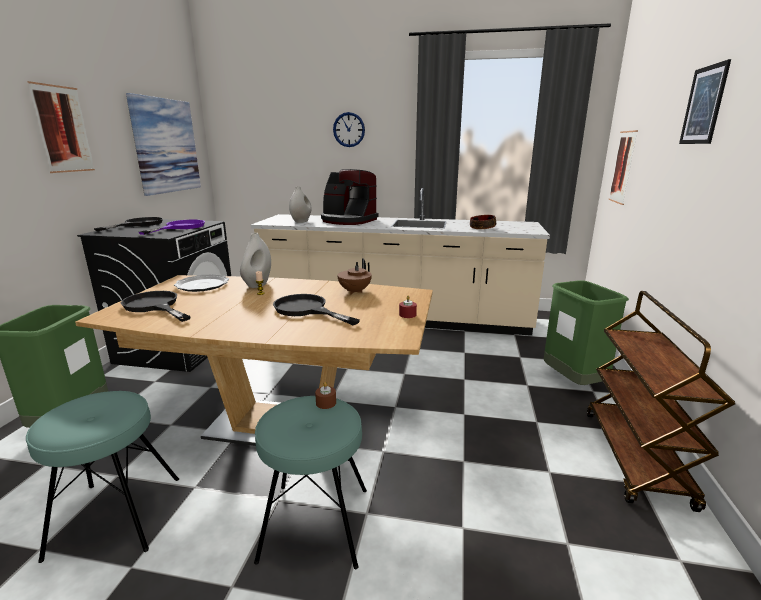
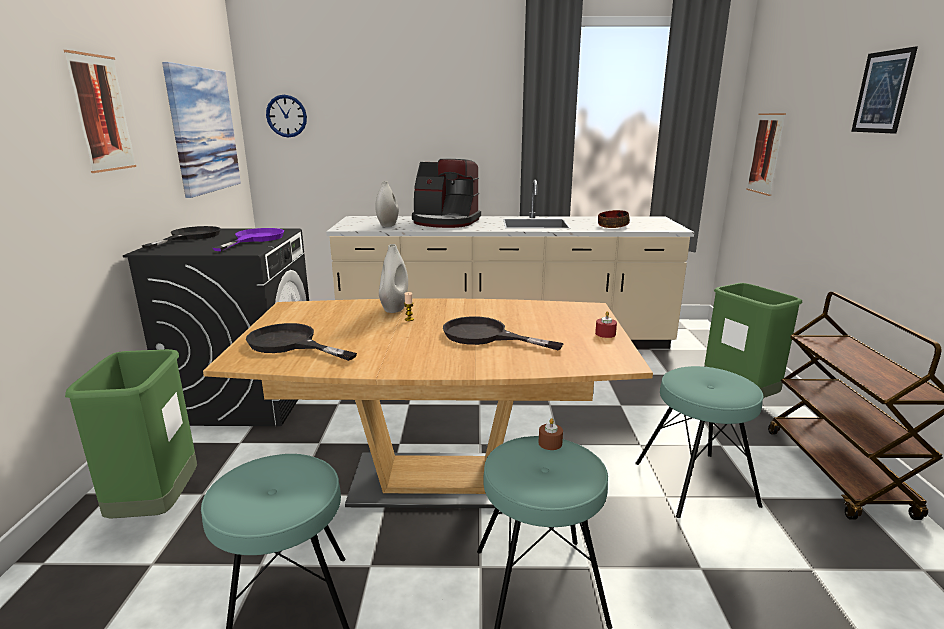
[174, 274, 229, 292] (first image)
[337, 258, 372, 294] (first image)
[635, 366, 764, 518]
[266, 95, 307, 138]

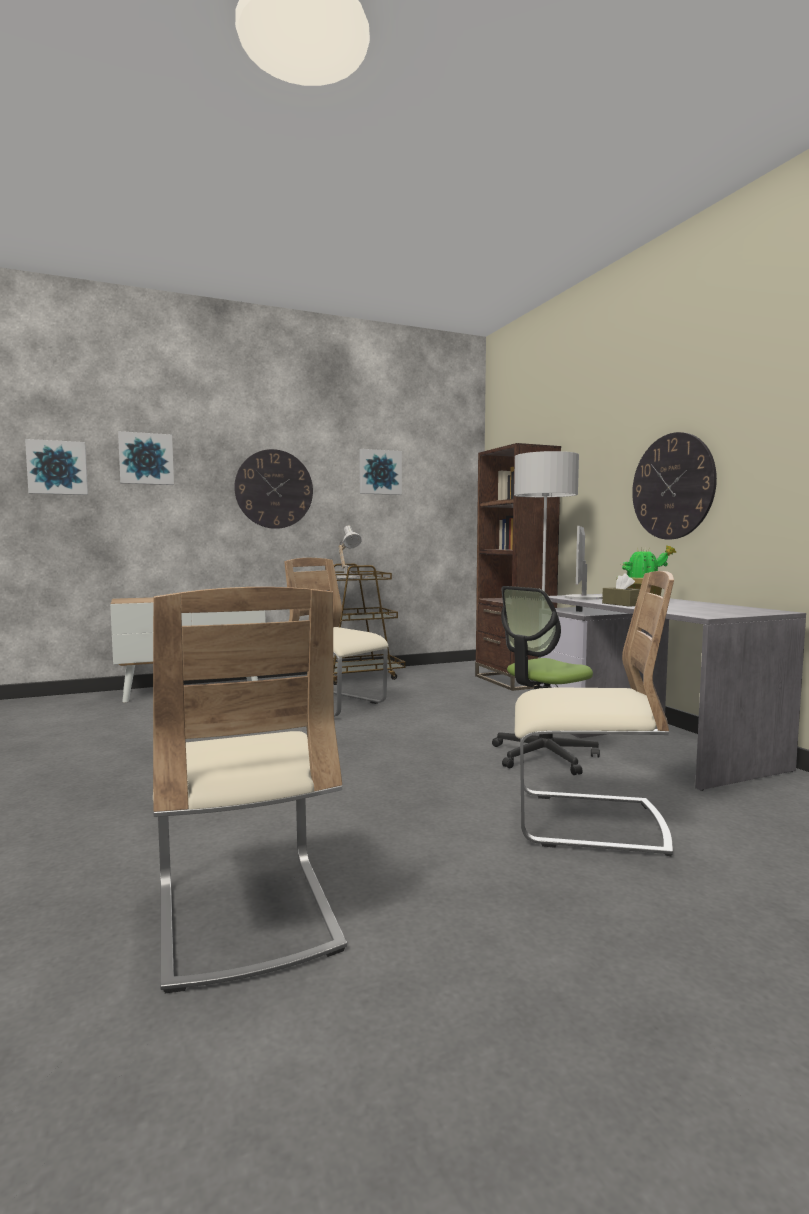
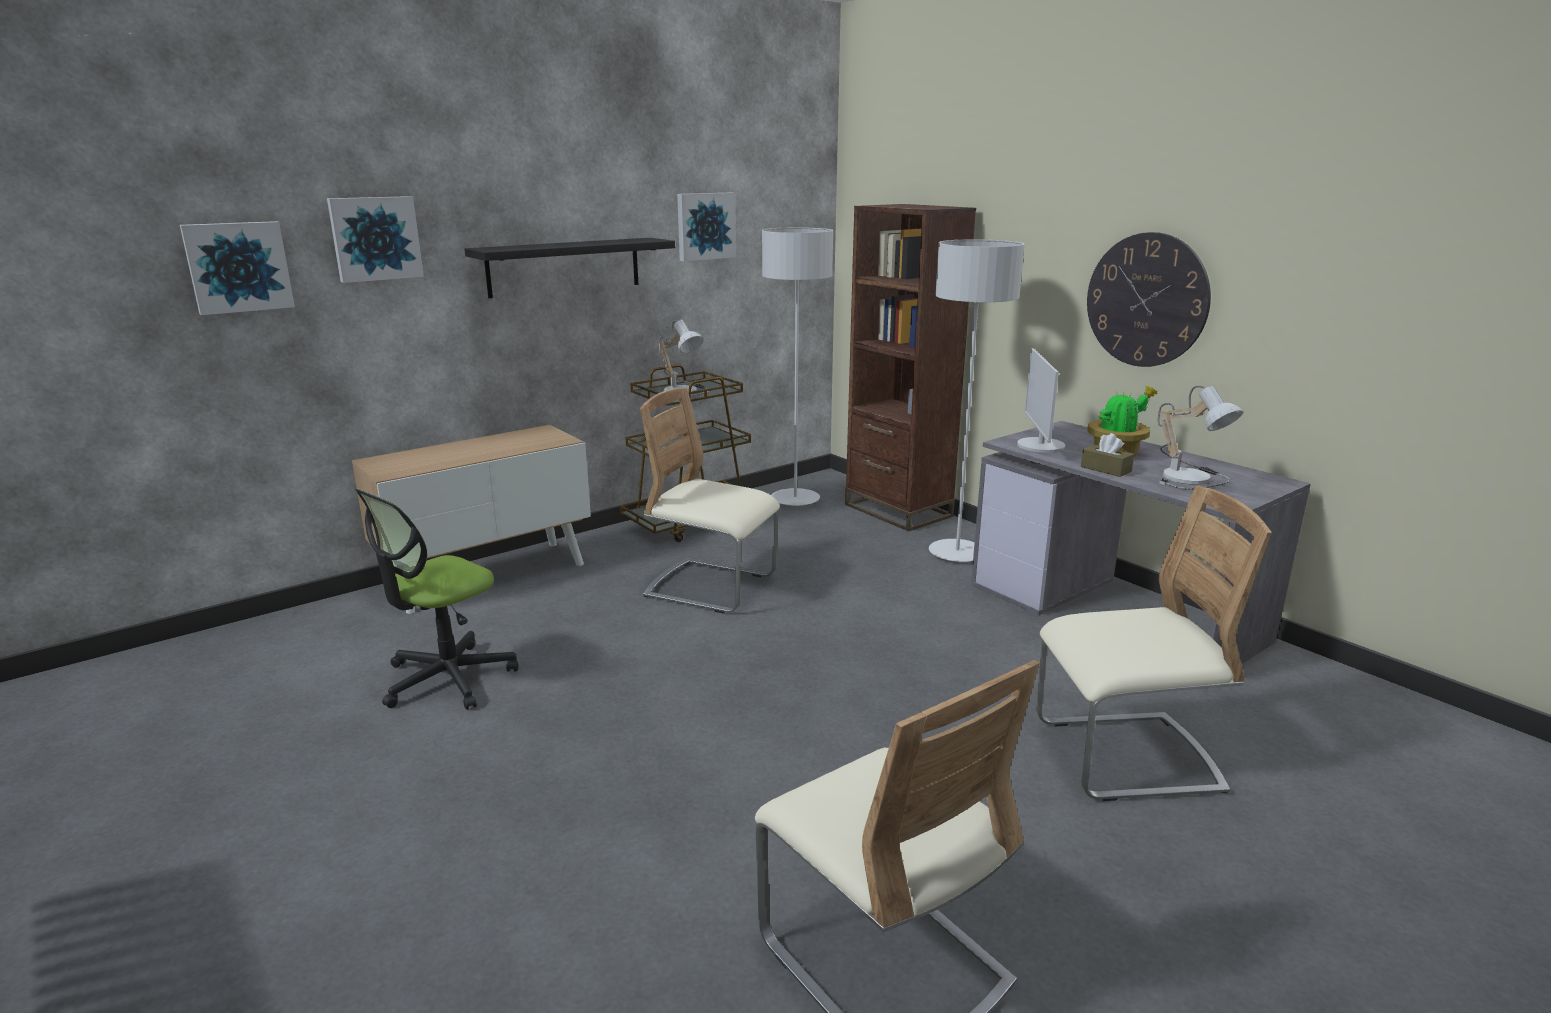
[762, 227, 833, 506]
[1158, 385, 1243, 490]
[355, 488, 519, 710]
[464, 238, 675, 298]

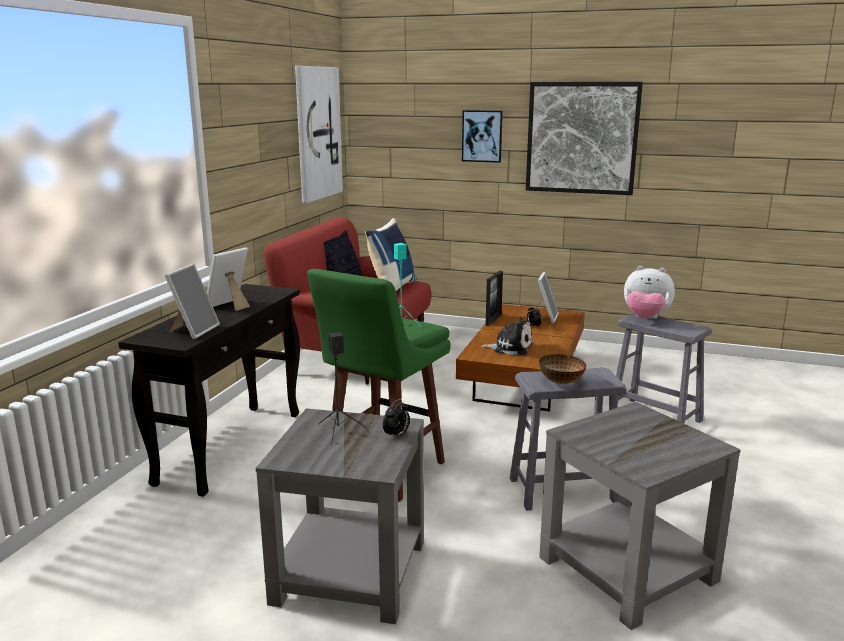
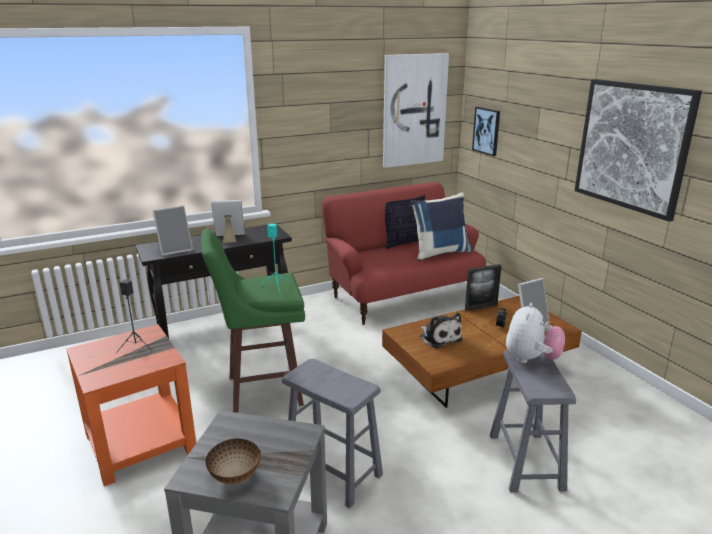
[383, 399, 410, 440] (first image)
[472, 107, 500, 156]
[206, 438, 261, 484]
[66, 324, 196, 486]
[506, 303, 565, 363]

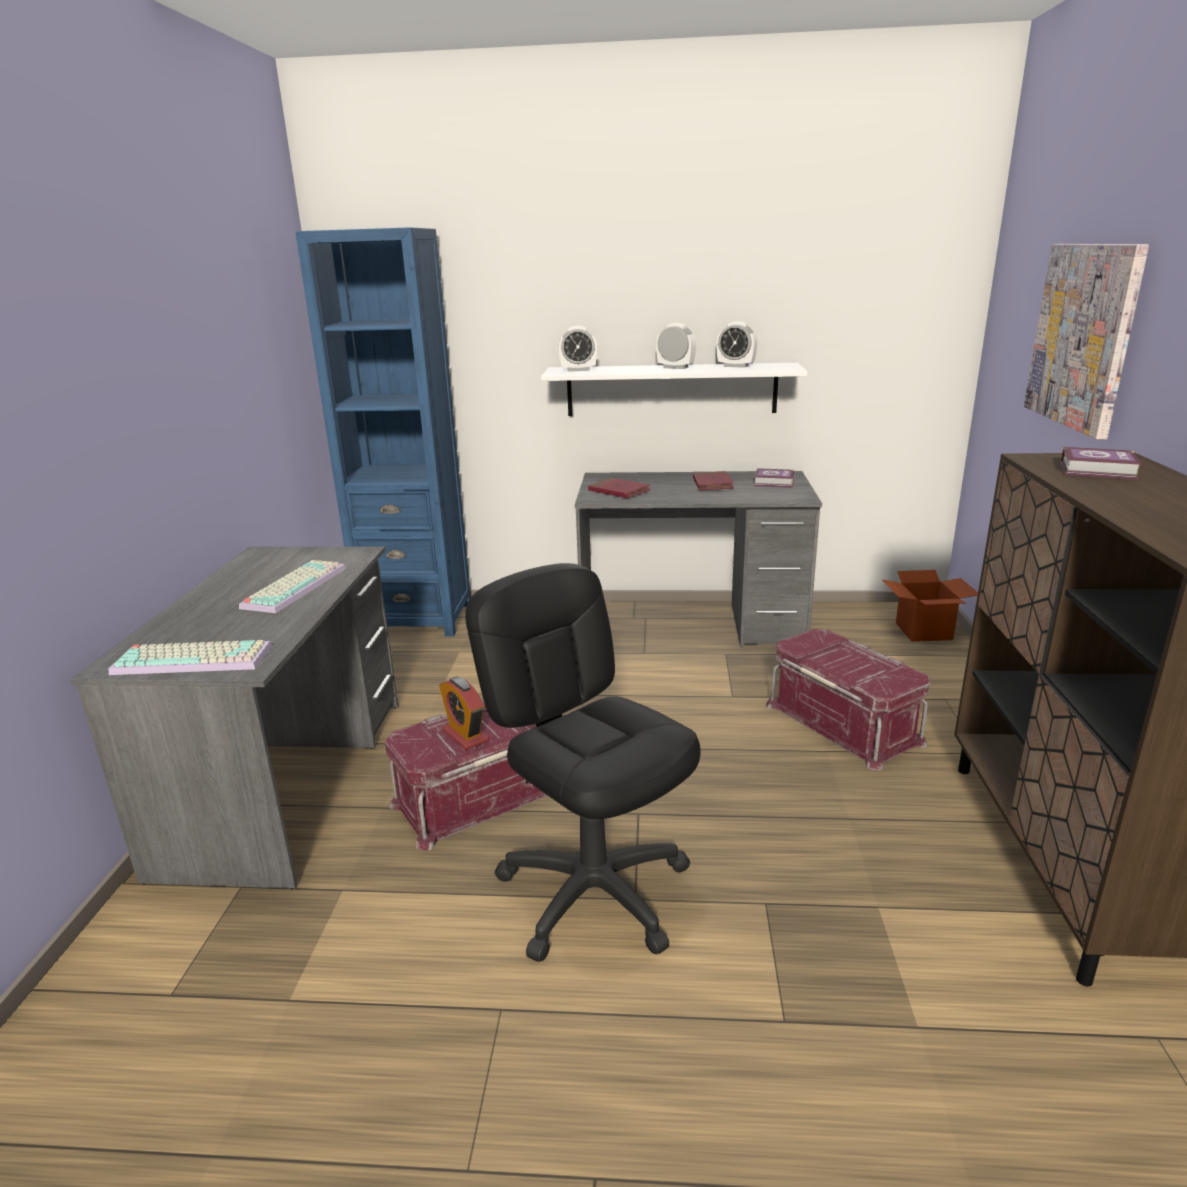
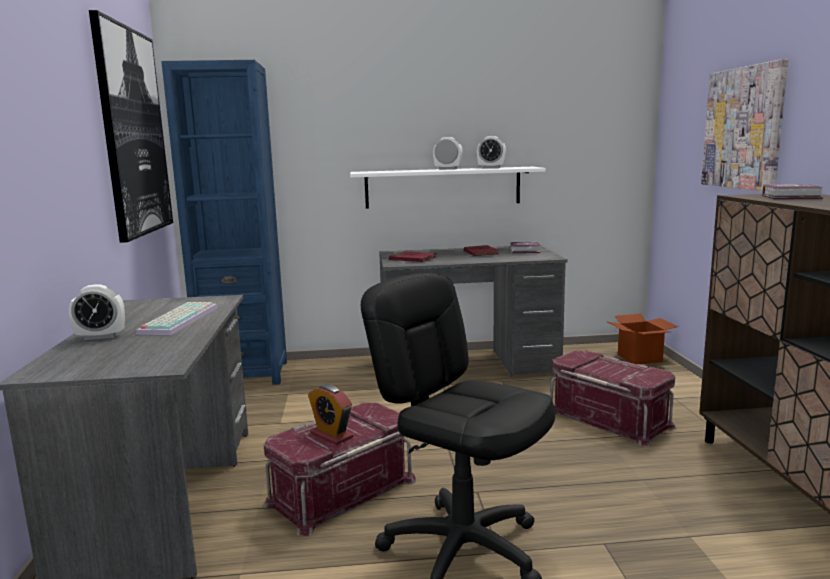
[109, 640, 272, 675] (first image)
[89, 10, 173, 243]
[69, 285, 125, 340]

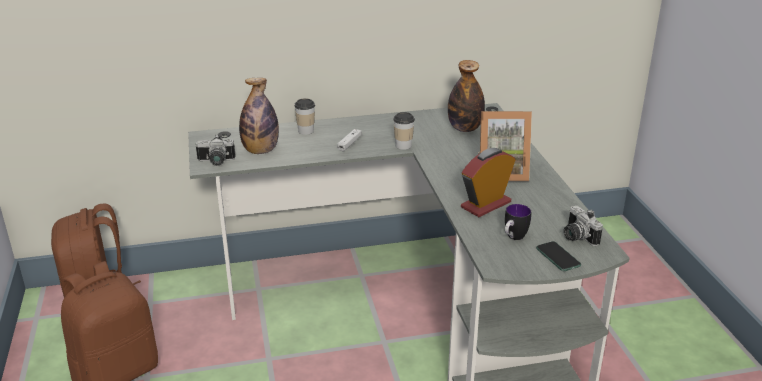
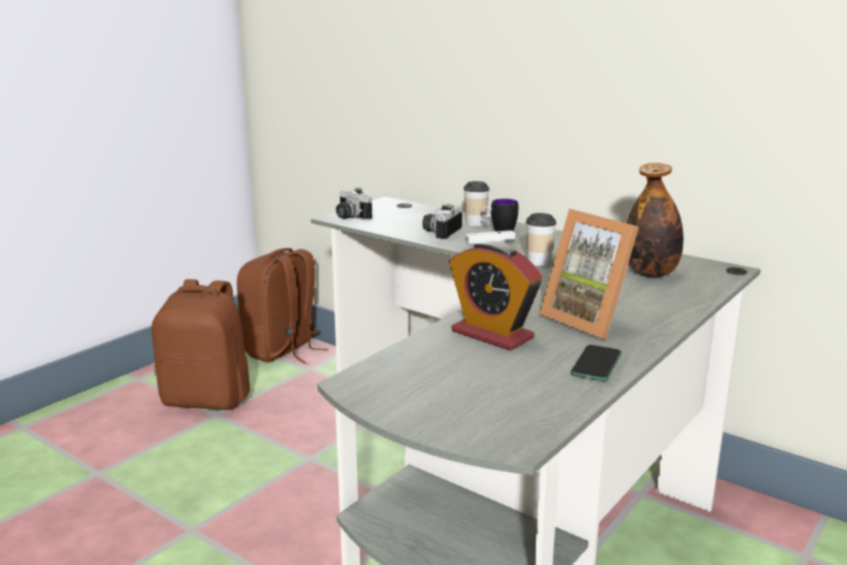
[239, 78, 279, 154] (first image)
[481, 199, 518, 231]
[571, 345, 621, 381]
[422, 204, 462, 240]
[449, 241, 542, 351]

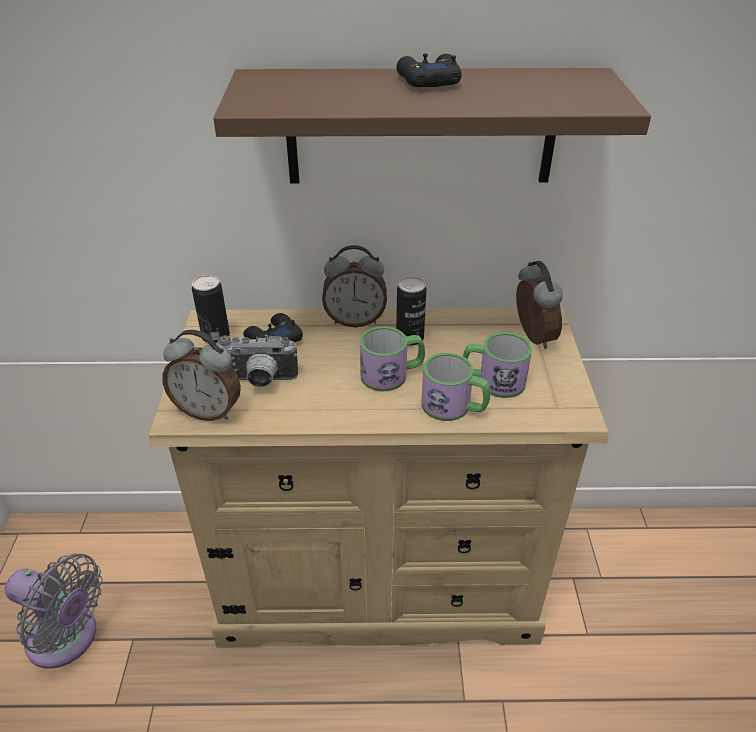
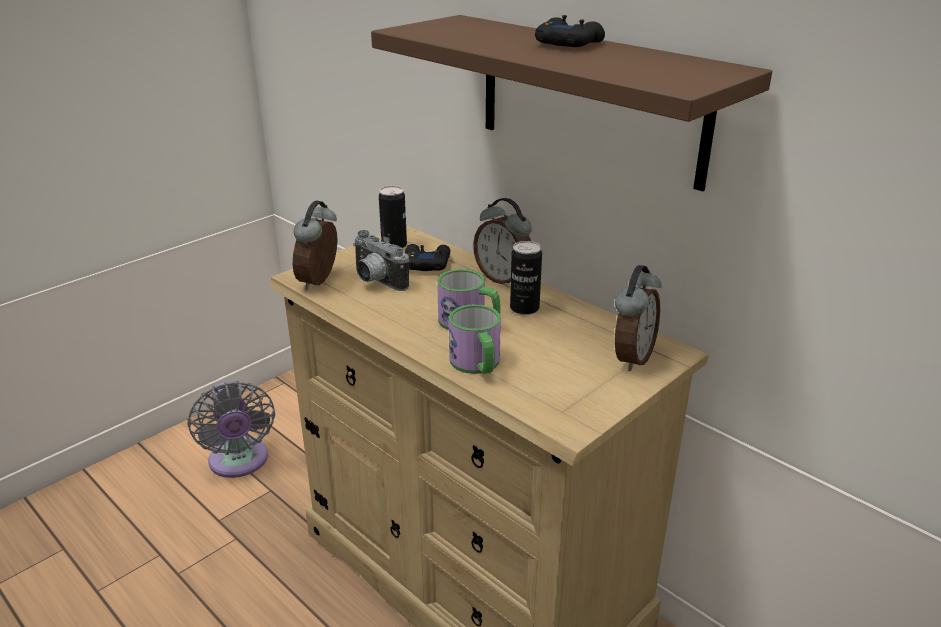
[463, 332, 532, 398] (first image)
[293, 200, 338, 290]

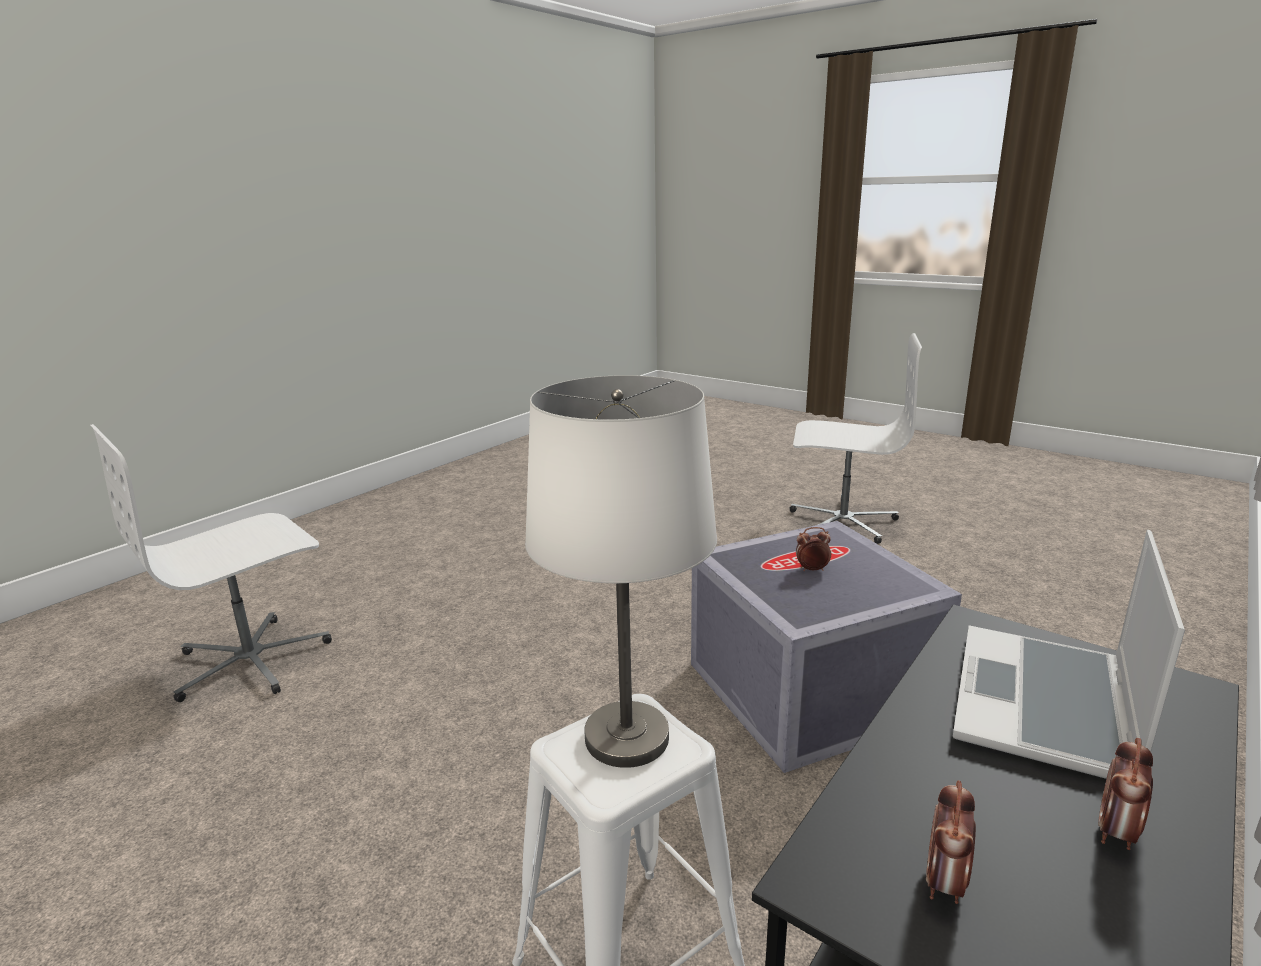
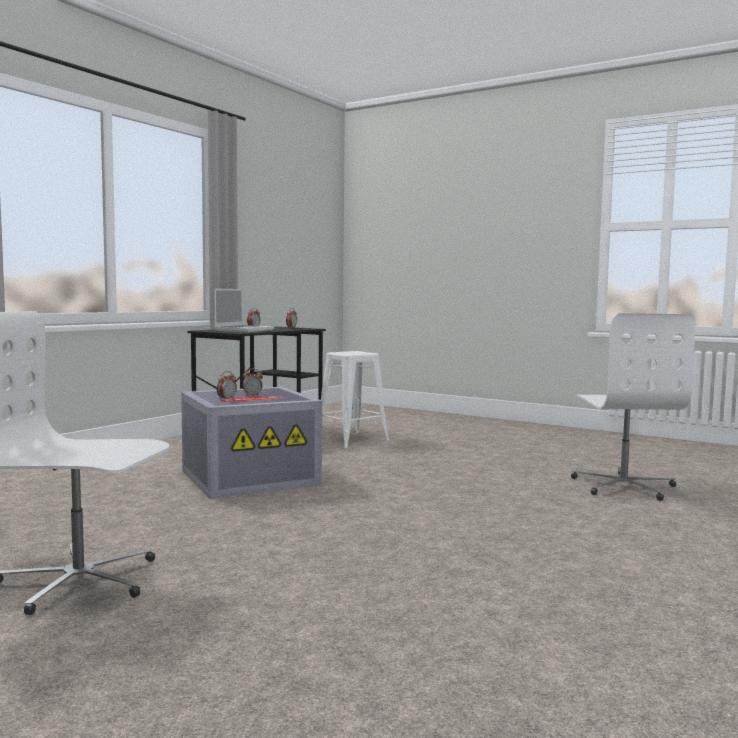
[525, 375, 717, 768] (first image)
[217, 371, 237, 400]
[571, 313, 695, 501]

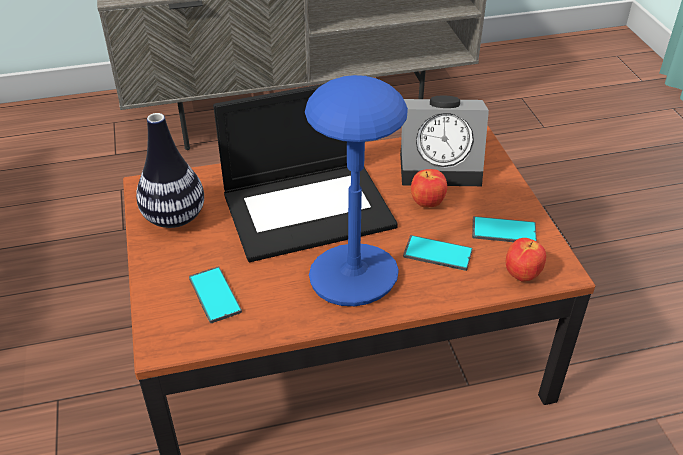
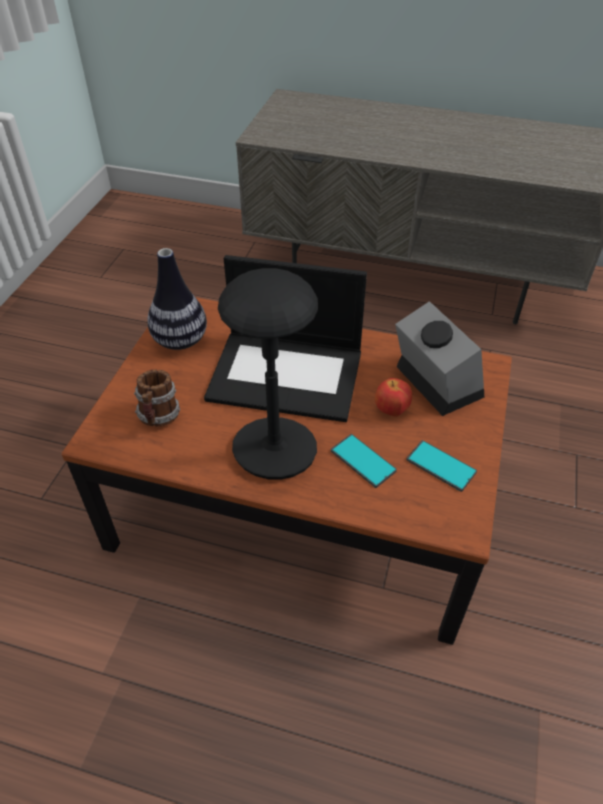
[506, 238, 546, 281] (first image)
[134, 370, 180, 427]
[218, 268, 318, 480]
[395, 301, 484, 416]

